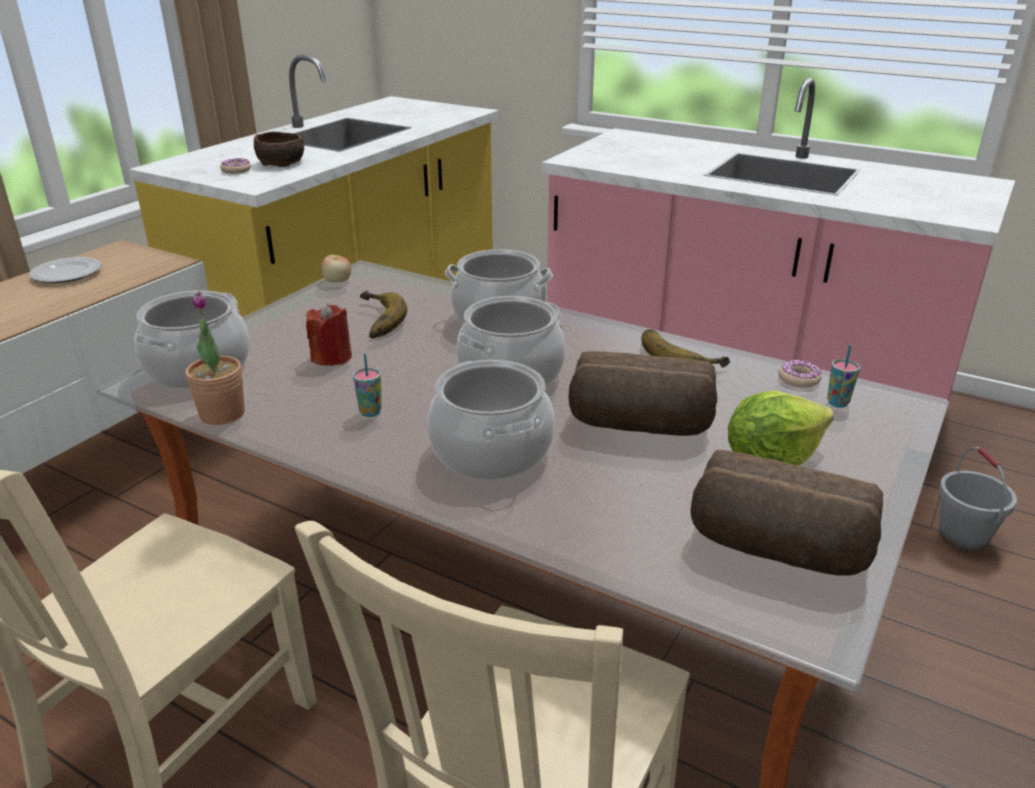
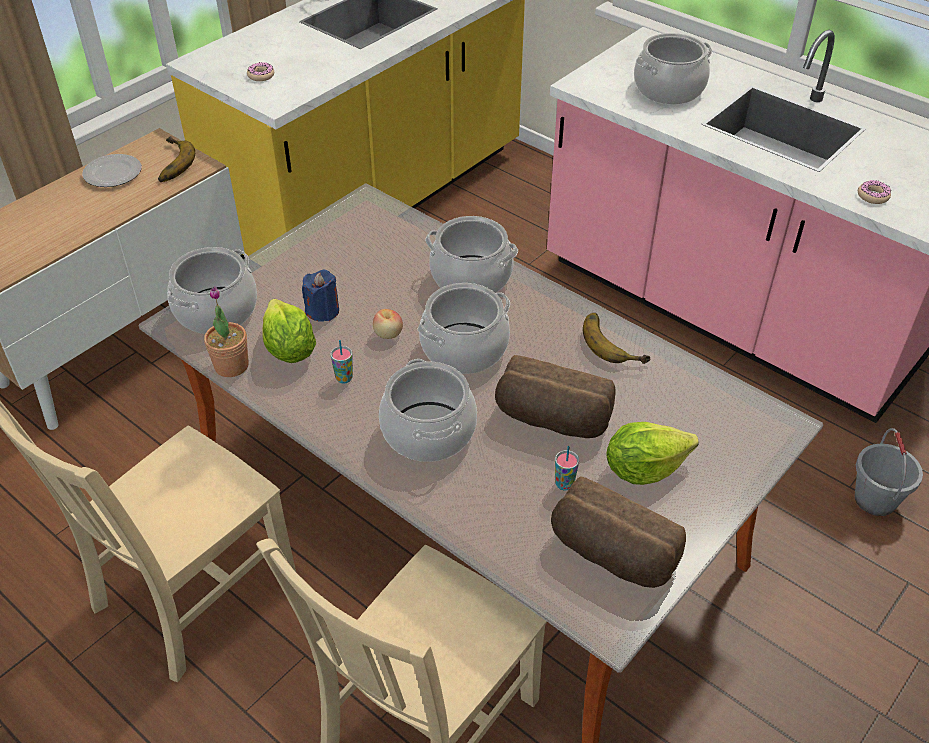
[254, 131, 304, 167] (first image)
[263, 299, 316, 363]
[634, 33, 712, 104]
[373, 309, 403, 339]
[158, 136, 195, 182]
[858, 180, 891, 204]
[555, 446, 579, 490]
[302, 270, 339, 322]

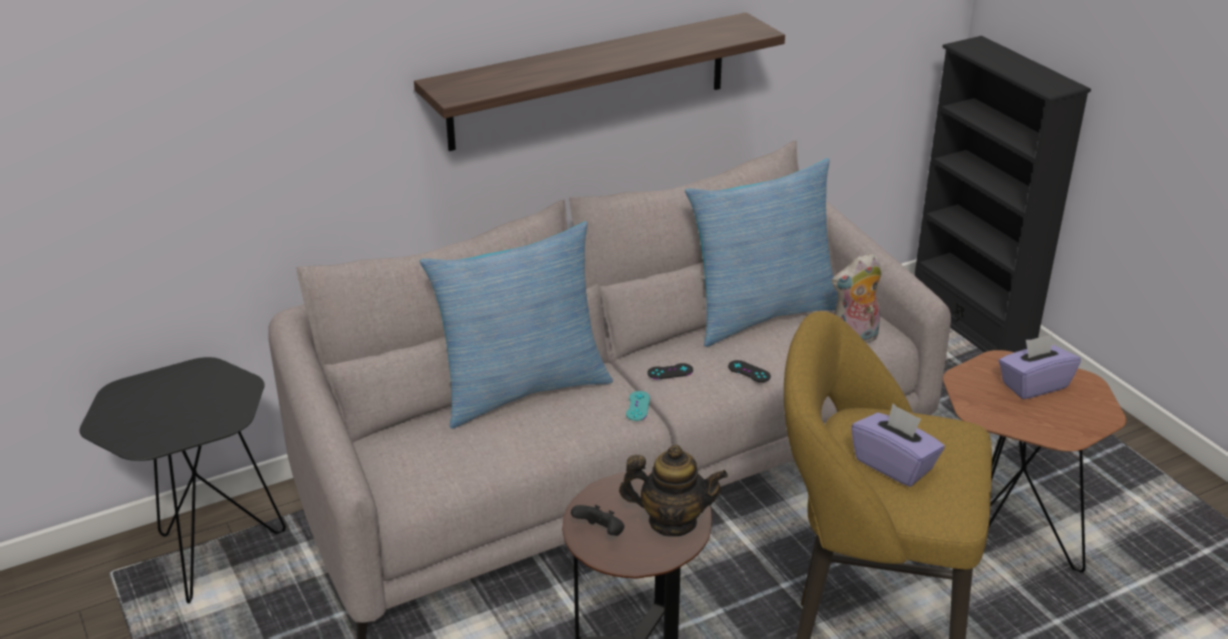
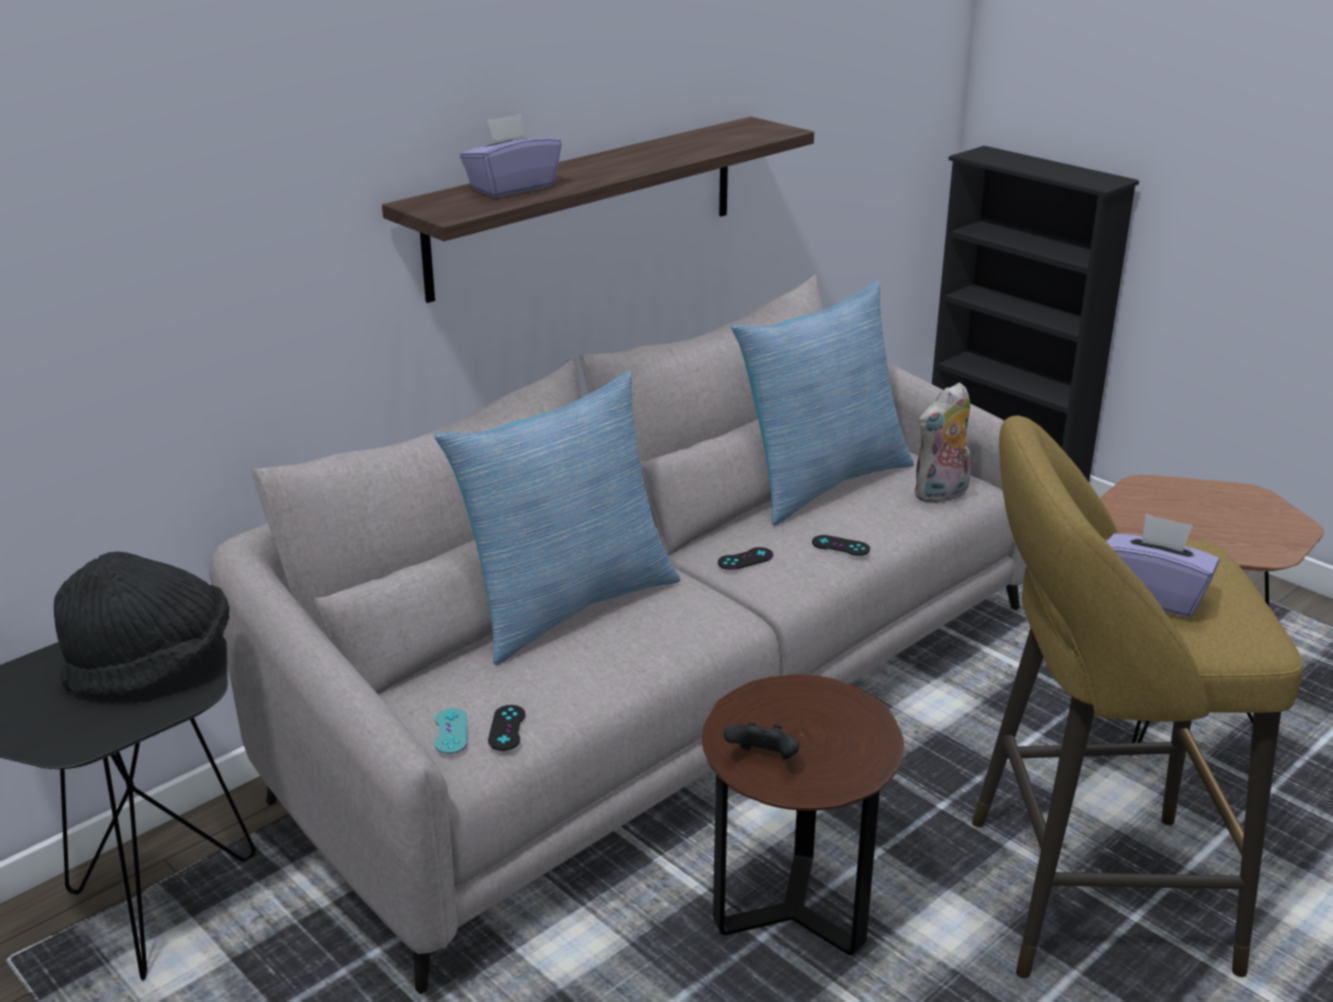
[619, 445, 728, 537] (first image)
[54, 552, 229, 697]
[488, 705, 525, 751]
[435, 708, 467, 754]
[460, 114, 562, 198]

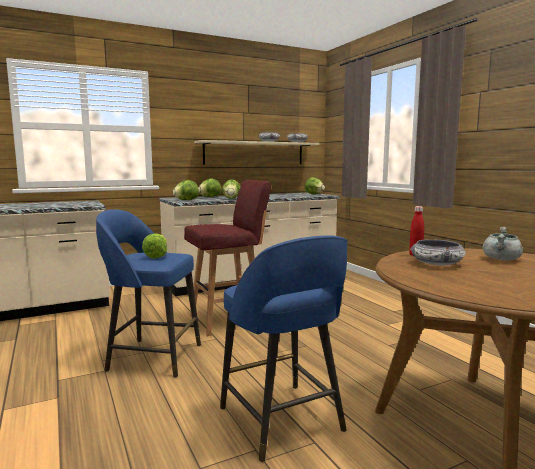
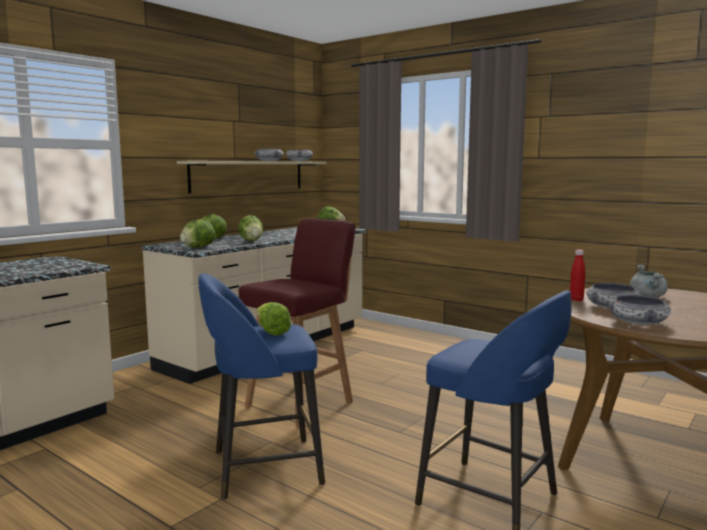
[609, 295, 671, 325]

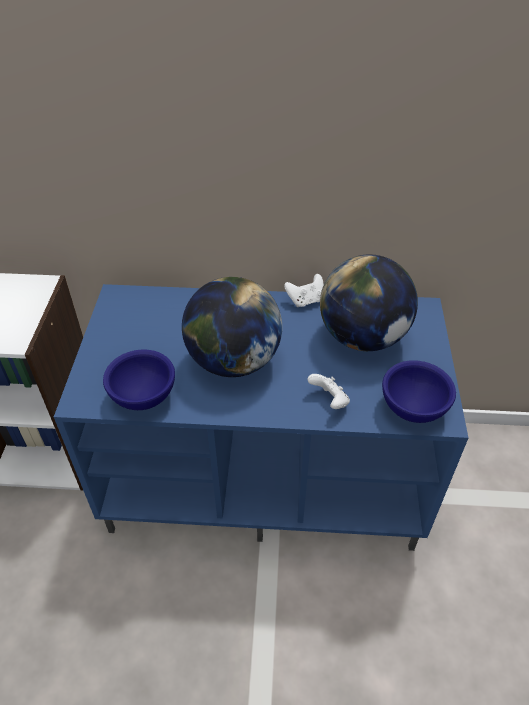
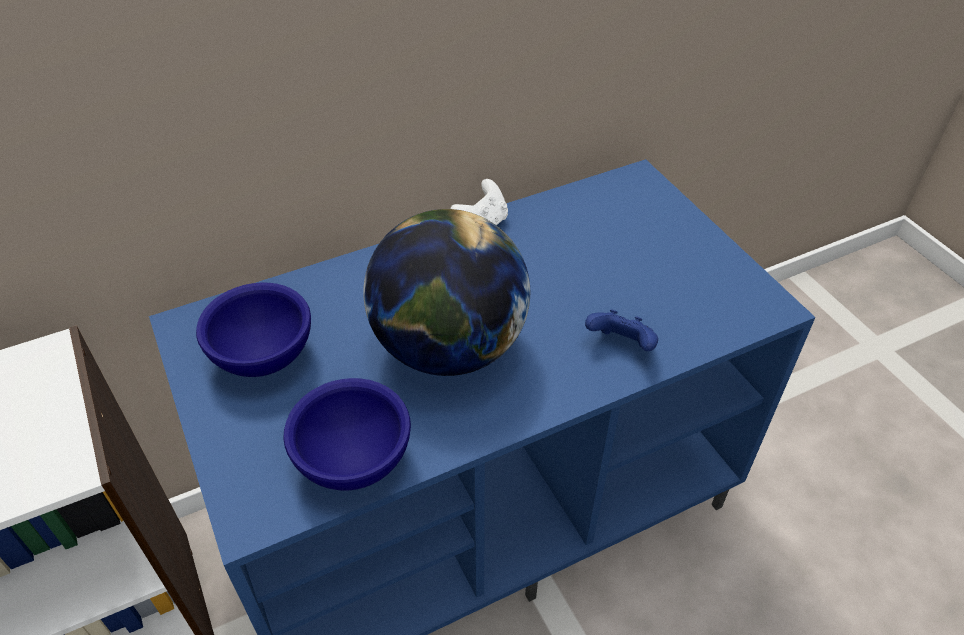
[320, 255, 418, 351] (first image)
[196, 282, 311, 377]
[585, 309, 658, 351]

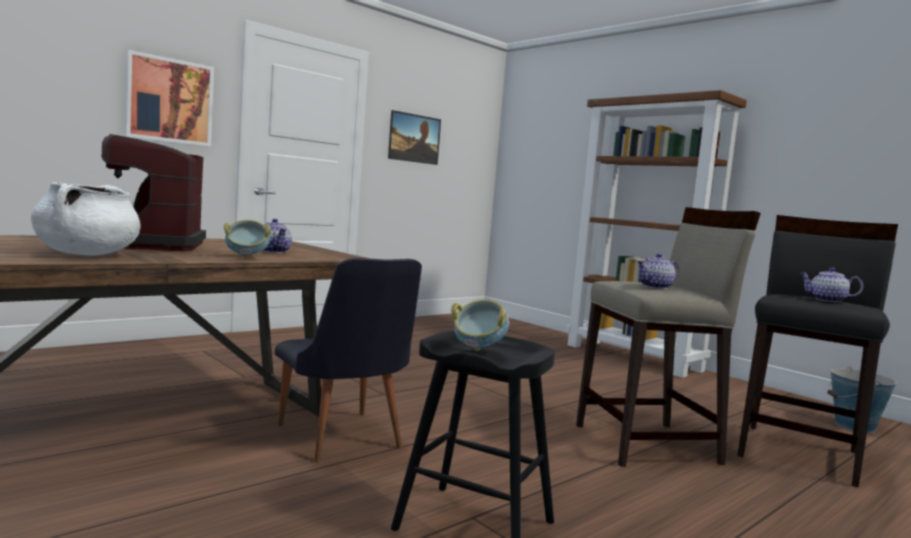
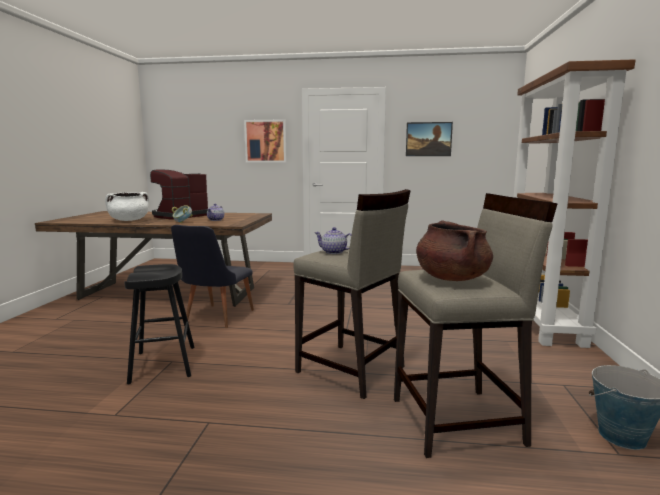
[451, 300, 509, 351] (first image)
[416, 220, 493, 281]
[394, 193, 557, 458]

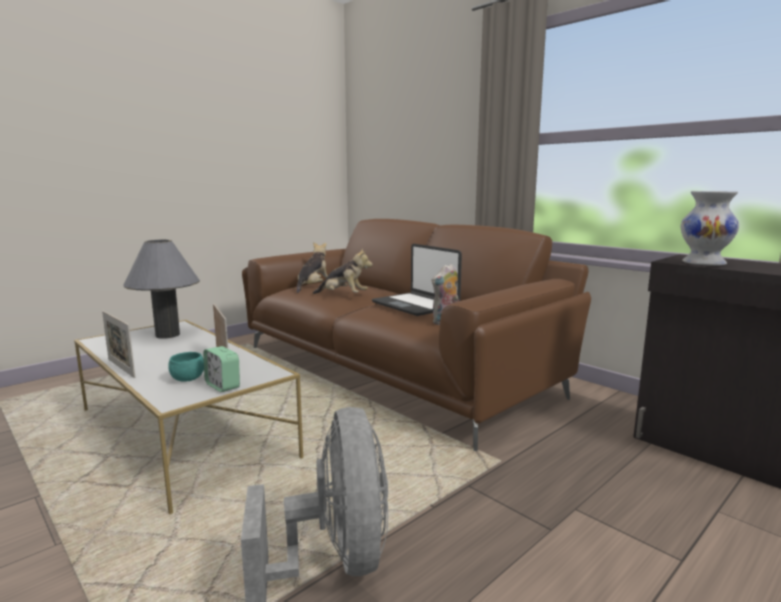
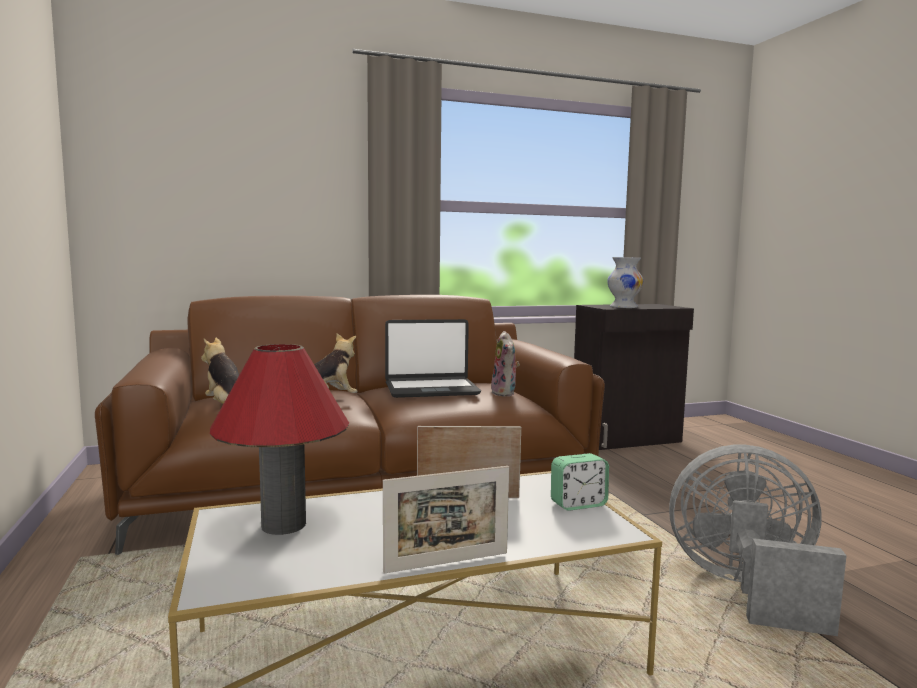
[168, 352, 204, 382] (first image)
[210, 344, 349, 535]

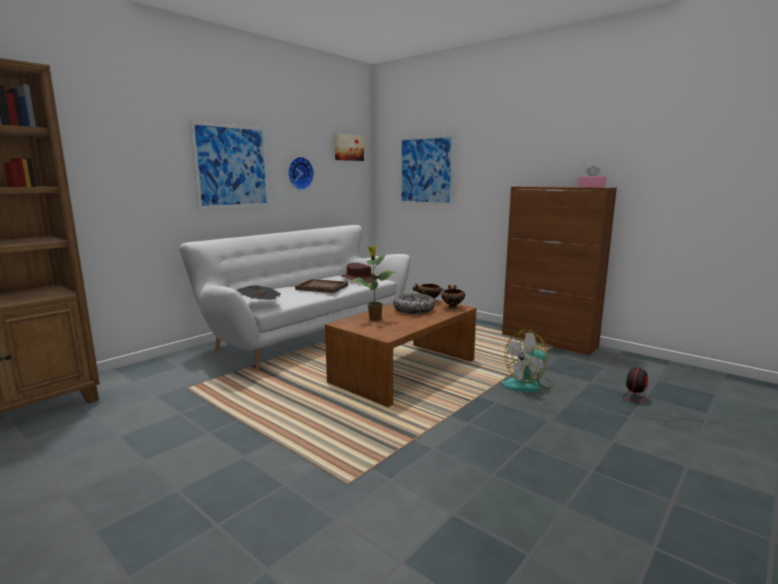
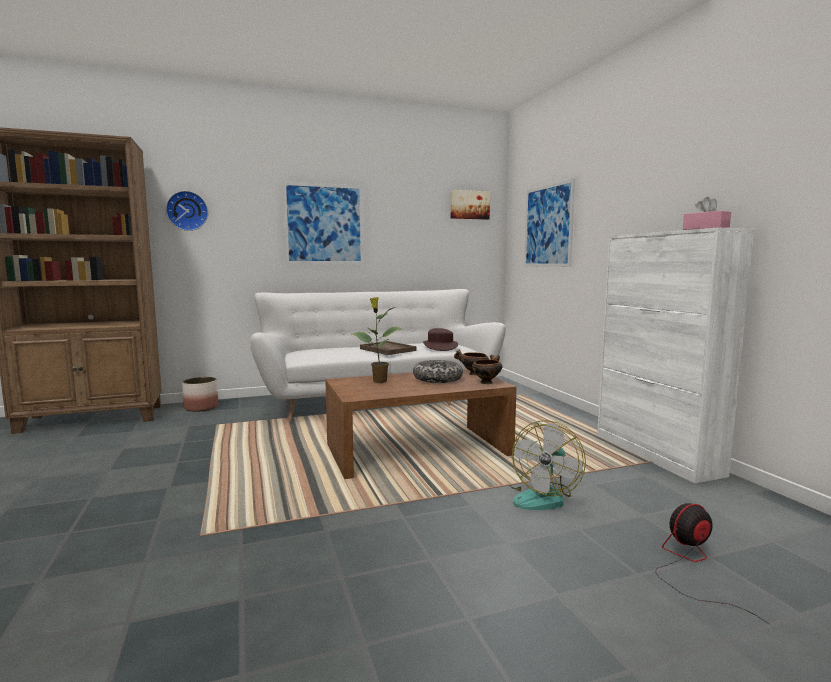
[237, 286, 281, 300] (first image)
[182, 377, 218, 412]
[166, 191, 208, 231]
[597, 228, 754, 483]
[509, 420, 586, 510]

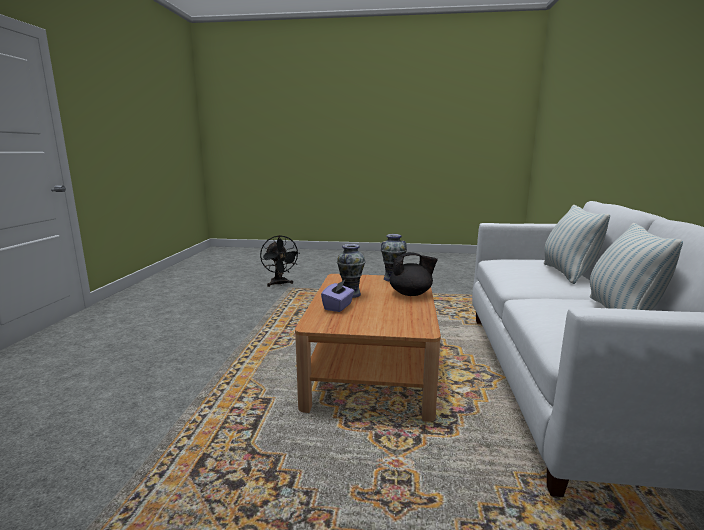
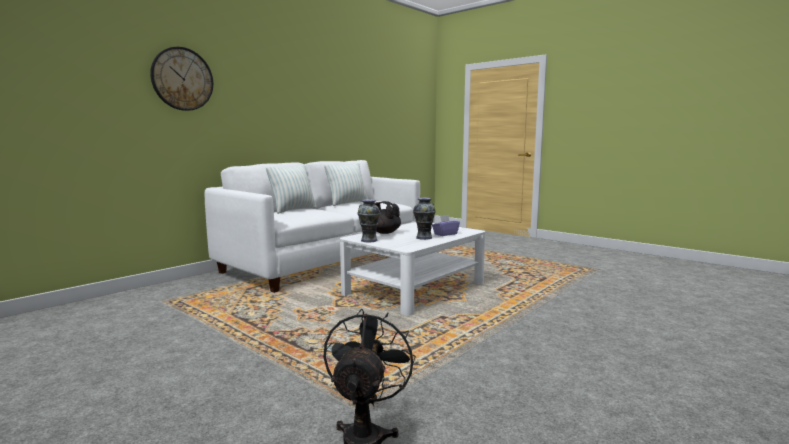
[150, 47, 213, 111]
[340, 222, 485, 316]

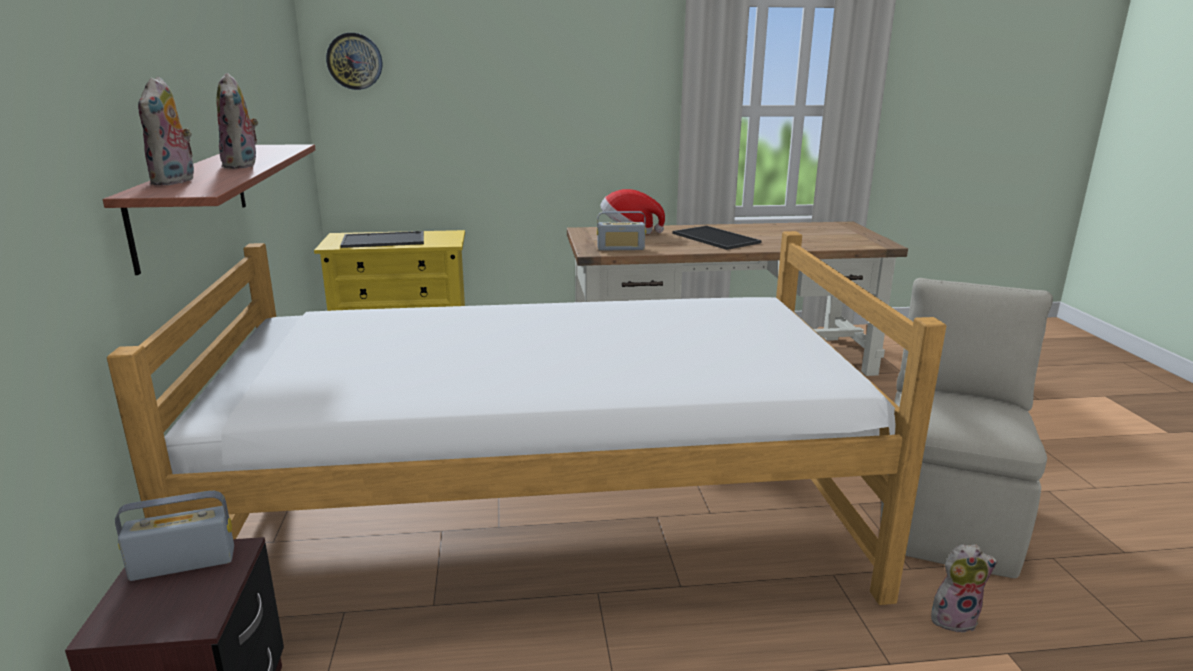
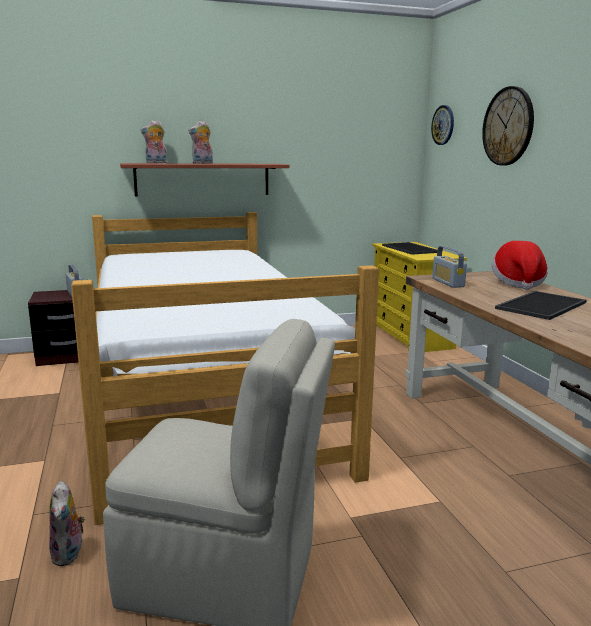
[482, 86, 534, 166]

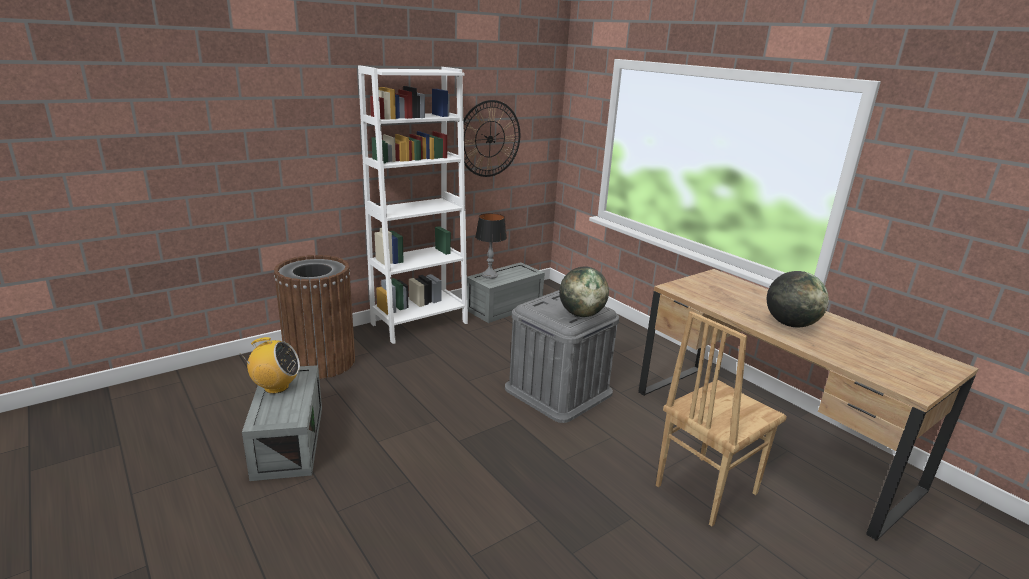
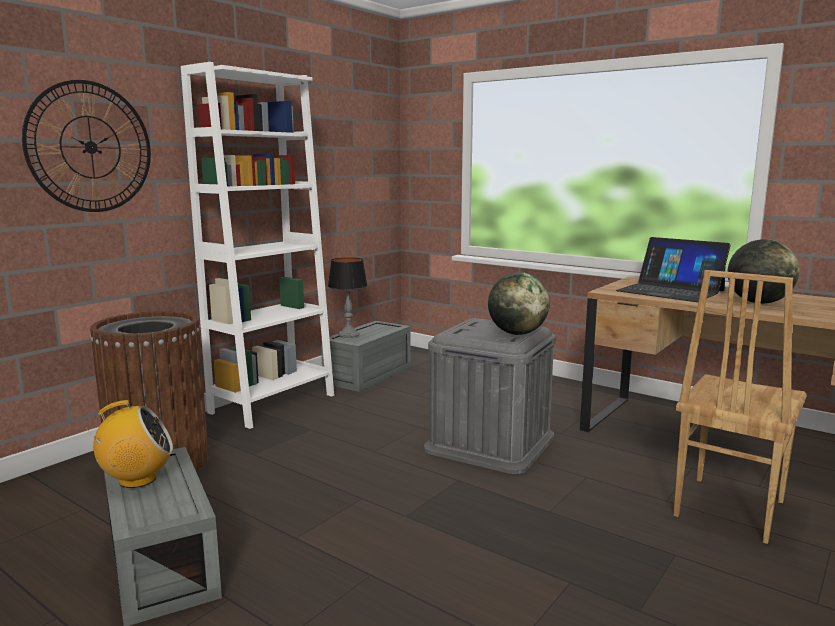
[616, 237, 731, 302]
[22, 80, 151, 212]

